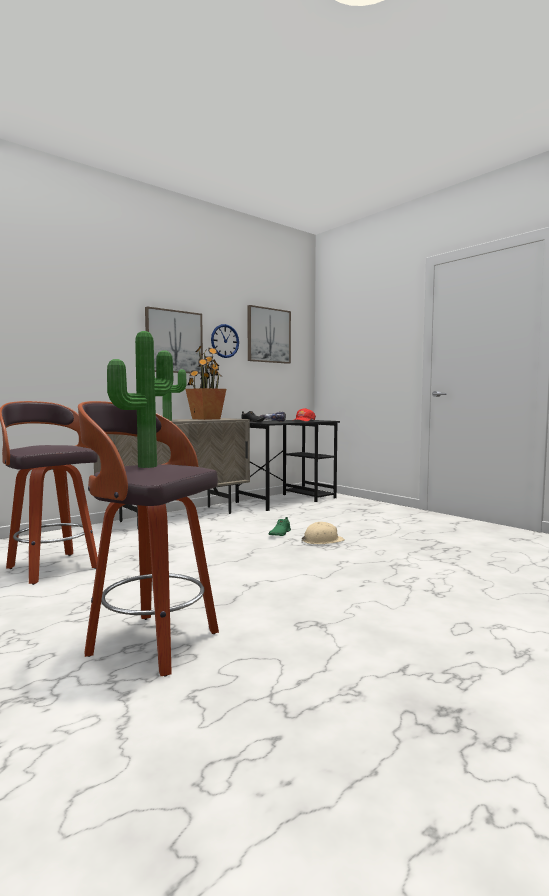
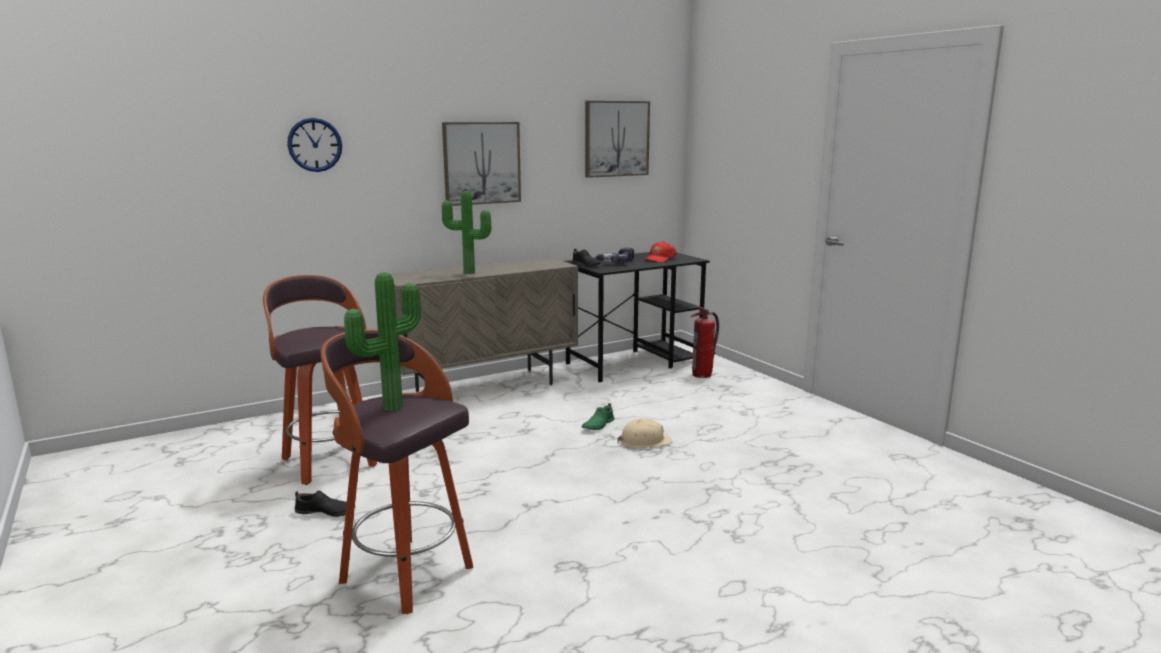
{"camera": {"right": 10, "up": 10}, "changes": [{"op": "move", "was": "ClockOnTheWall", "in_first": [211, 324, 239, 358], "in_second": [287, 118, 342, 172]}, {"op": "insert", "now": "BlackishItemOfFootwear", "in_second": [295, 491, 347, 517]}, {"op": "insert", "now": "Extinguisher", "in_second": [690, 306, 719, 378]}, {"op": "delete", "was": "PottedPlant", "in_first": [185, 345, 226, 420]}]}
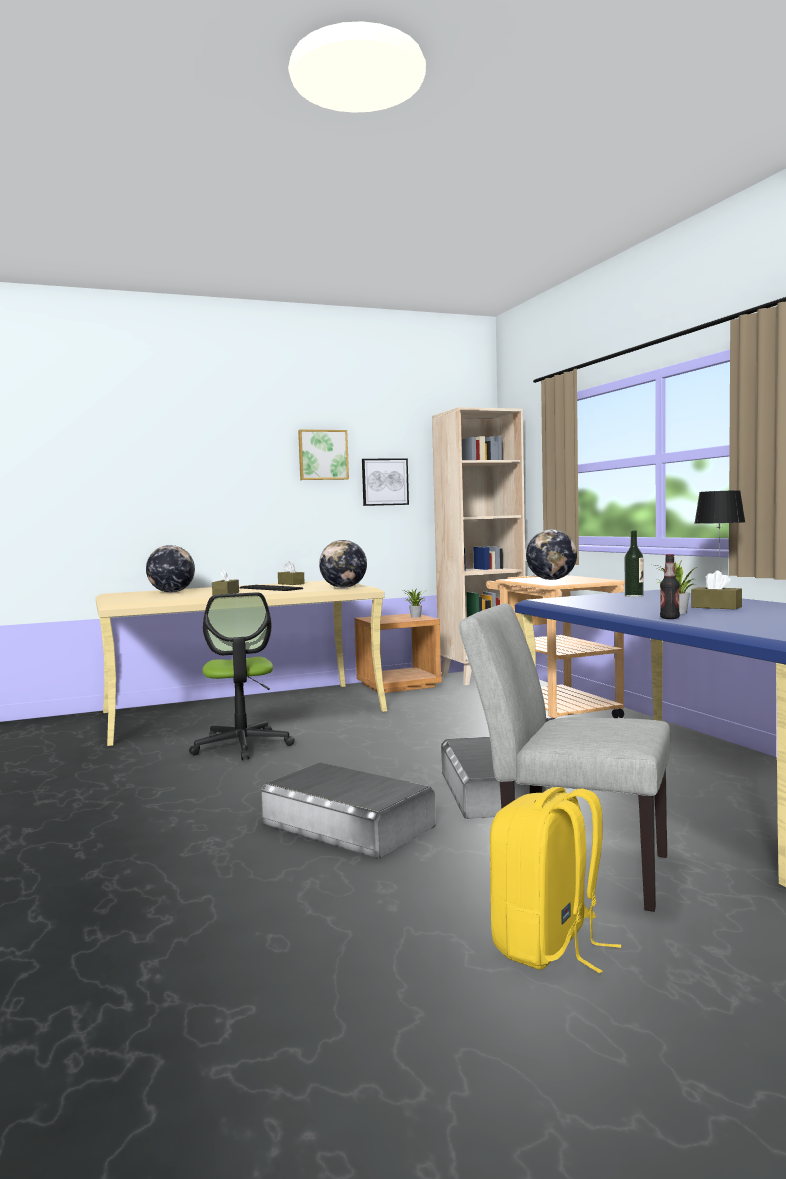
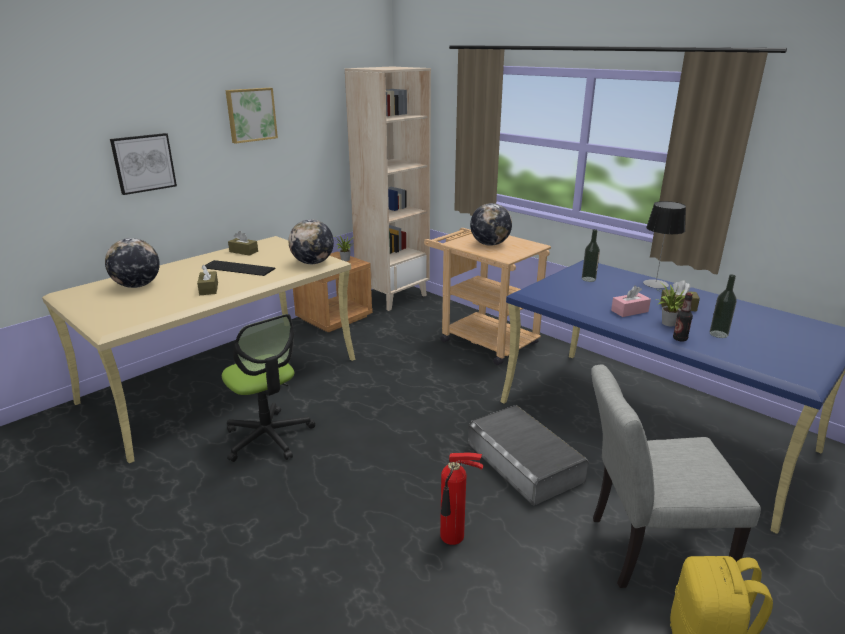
{"camera": {"right": -25, "up": 20}, "changes": [{"op": "move", "was": "Picture", "in_first": [362, 459, 409, 506], "in_second": [110, 133, 177, 195]}, {"op": "replace", "was": "GrayStorageBox", "now": "Extinguisher", "in_first": [261, 763, 436, 859], "in_second": [440, 453, 483, 545]}, {"op": "insert", "now": "PinkTissueBox", "in_second": [611, 286, 651, 317]}, {"op": "insert", "now": "DrinkBottle", "in_second": [710, 274, 737, 338]}]}
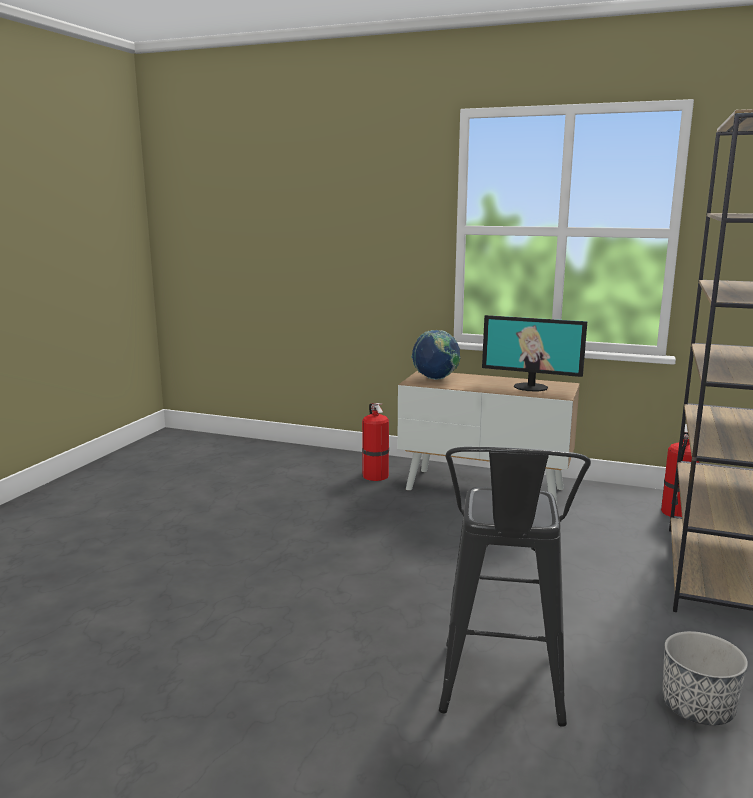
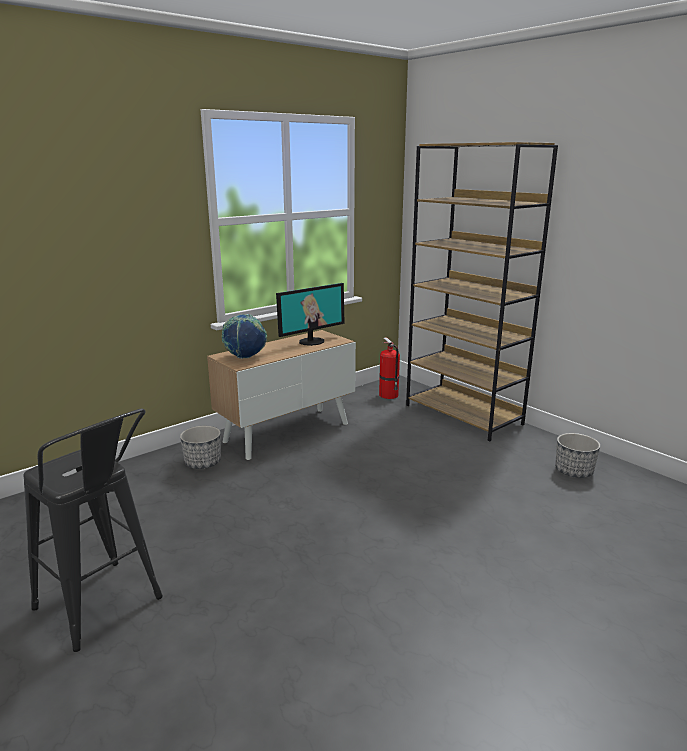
{"camera": {"right": -60, "up": 5}, "changes": [{"op": "move", "was": "BlackishStool", "in_first": [439, 447, 591, 727], "in_second": [23, 409, 163, 652]}, {"op": "replace", "was": "Extinguisher", "now": "FlowerPot", "in_first": [362, 403, 389, 481], "in_second": [180, 426, 221, 469]}]}
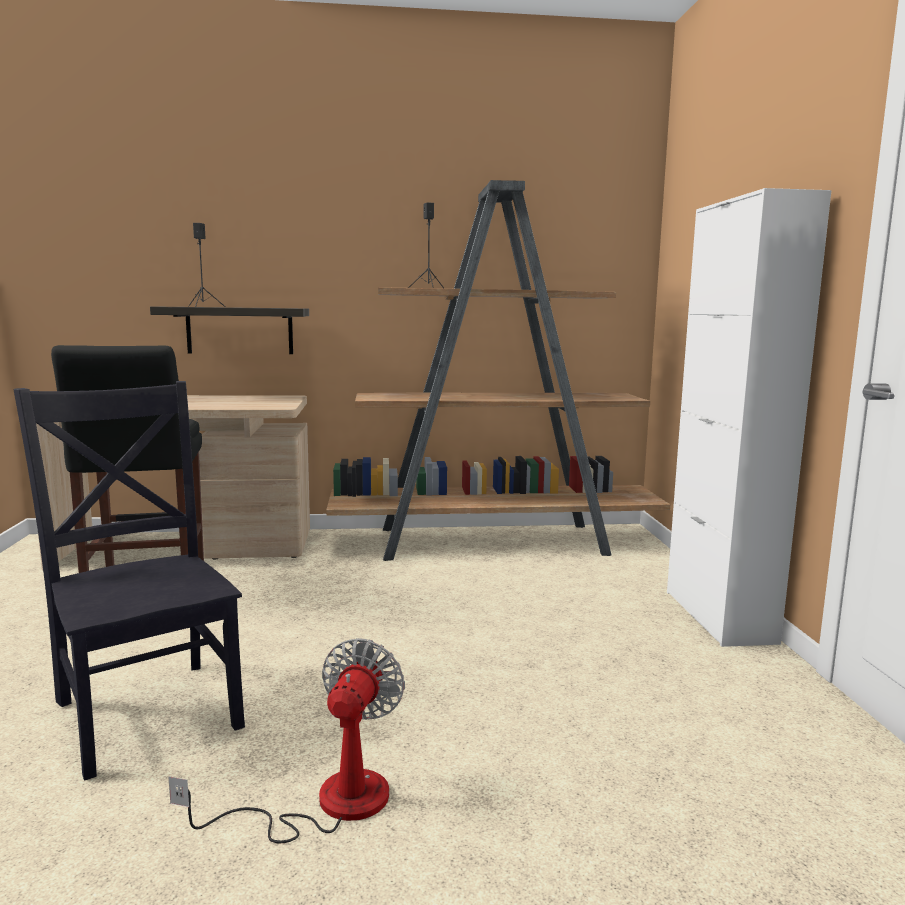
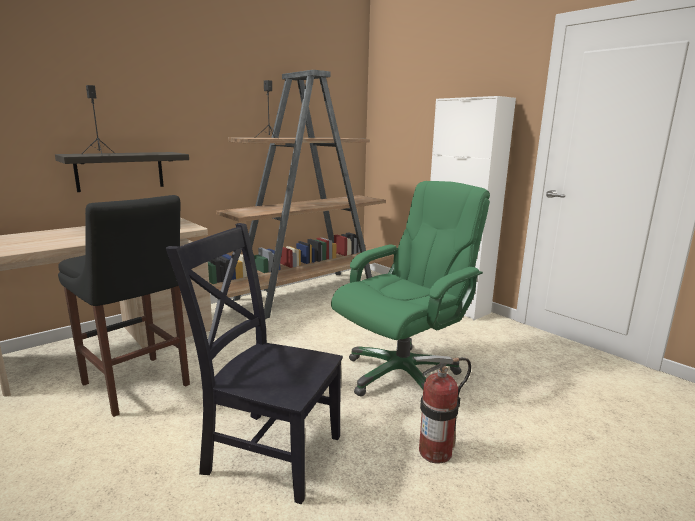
{"camera": {"right": -35, "up": 5}, "changes": [{"op": "insert", "now": "GreenDeskChair", "in_second": [331, 181, 490, 397]}, {"op": "replace", "was": "CoolingFan", "now": "Extinguisher", "in_first": [168, 638, 405, 844], "in_second": [413, 355, 471, 464]}]}
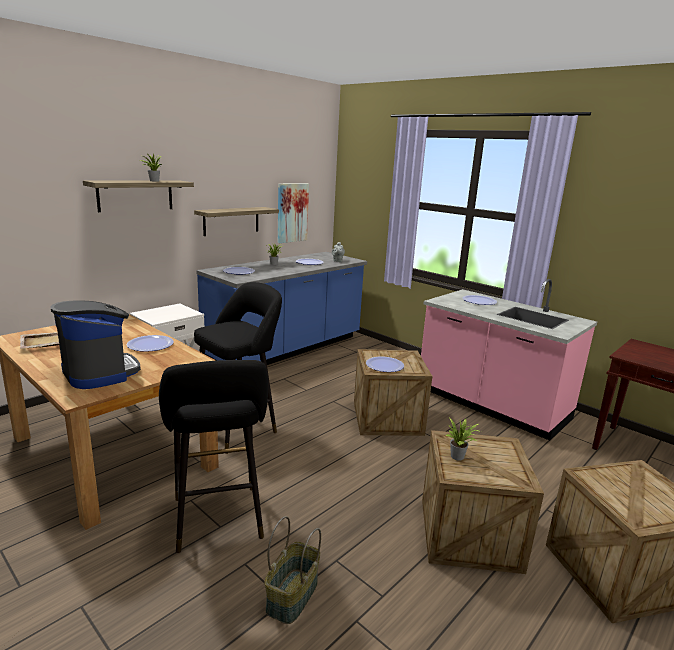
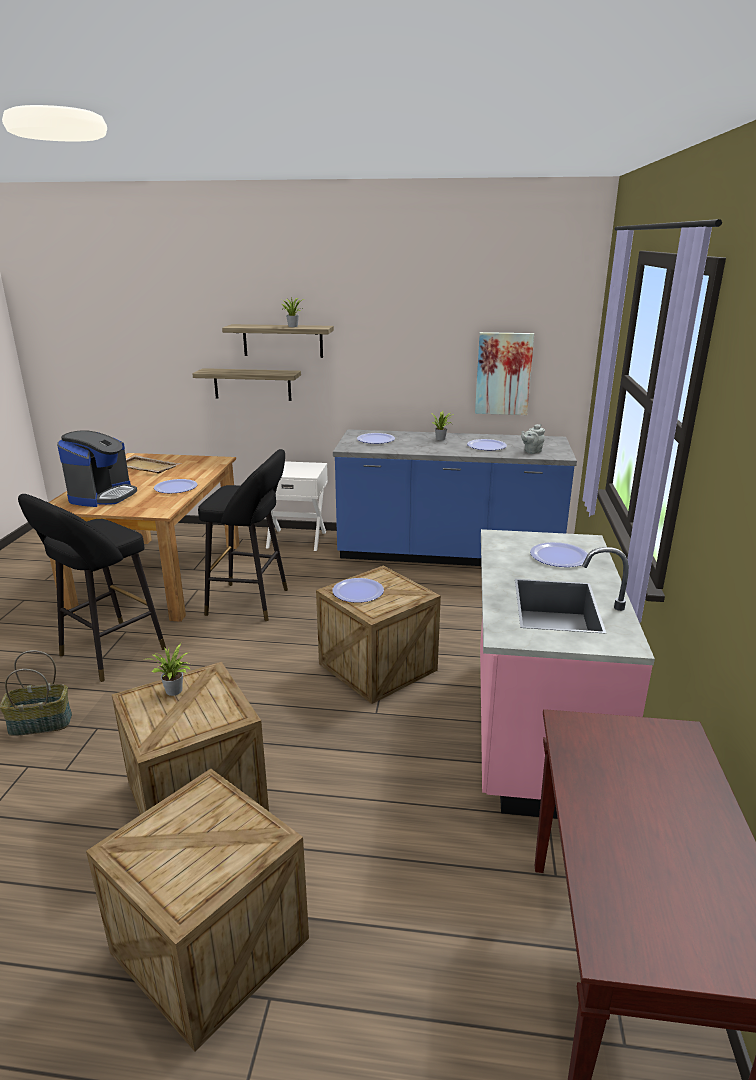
{"camera": {"right": 55, "up": 5}, "changes": [{"op": "move", "was": "WallShelf", "in_first": [194, 207, 279, 236], "in_second": [192, 368, 301, 401]}]}
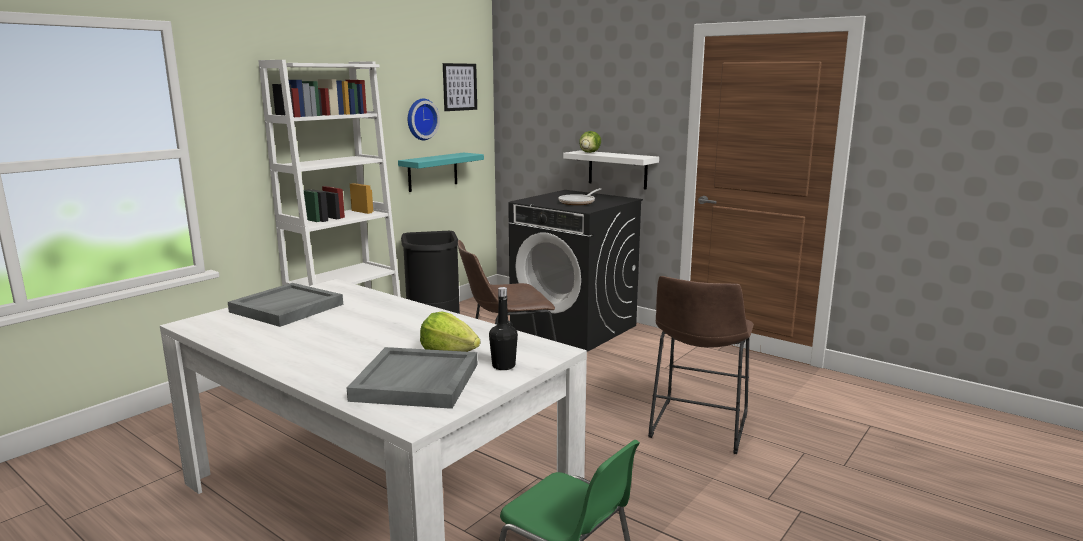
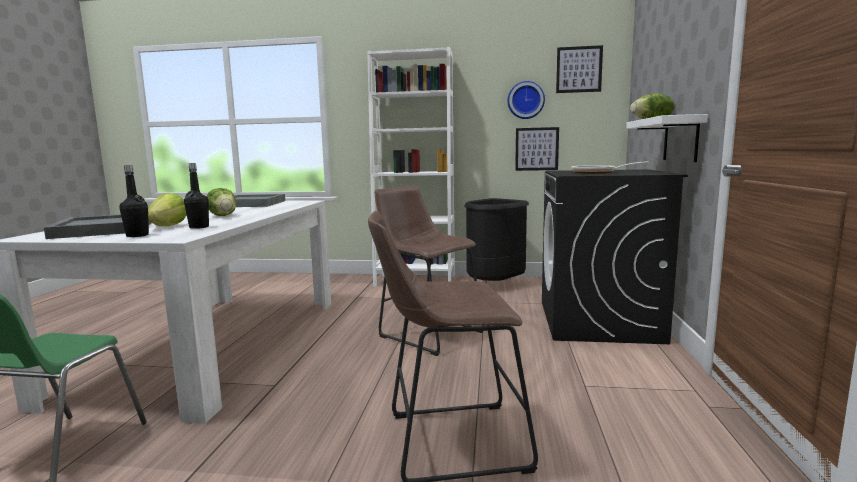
{"camera": {"right": 60, "up": -5}, "changes": [{"op": "insert", "now": "BlackishDrinkBottle", "in_second": [184, 163, 209, 229]}, {"op": "insert", "now": "LettuceHead", "in_second": [207, 188, 236, 216]}, {"op": "replace", "was": "TurquoiseWallShelf", "now": "Picture", "in_first": [398, 153, 484, 192], "in_second": [515, 127, 559, 171]}]}
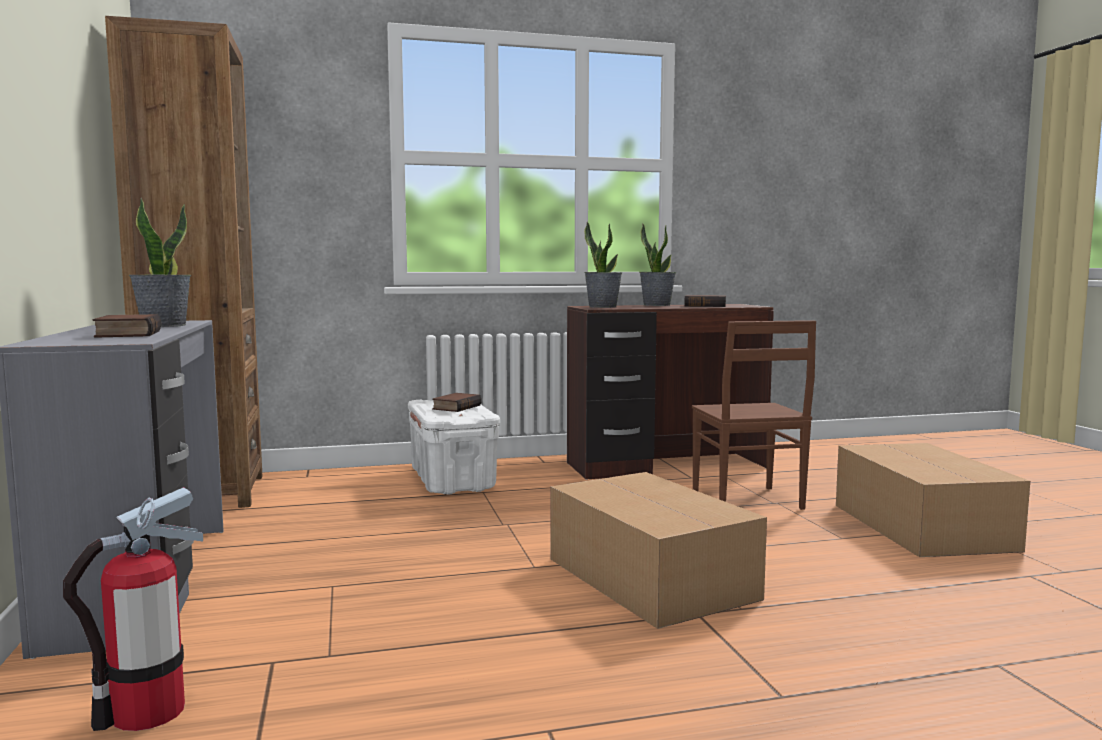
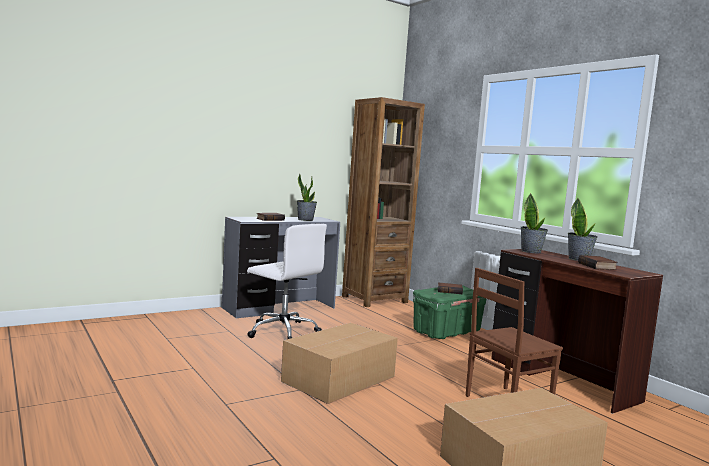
{"camera": {"right": 70, "up": 0}, "changes": [{"op": "insert", "now": "WhiteDeskChair", "in_second": [247, 223, 327, 339]}, {"op": "recolor", "was": "WhiteStorageBox", "now": "GreenStorageBox", "in_first": [408, 399, 500, 495], "in_second": [413, 285, 486, 339]}, {"op": "delete", "was": "Extinguisher", "in_first": [63, 487, 203, 731]}]}
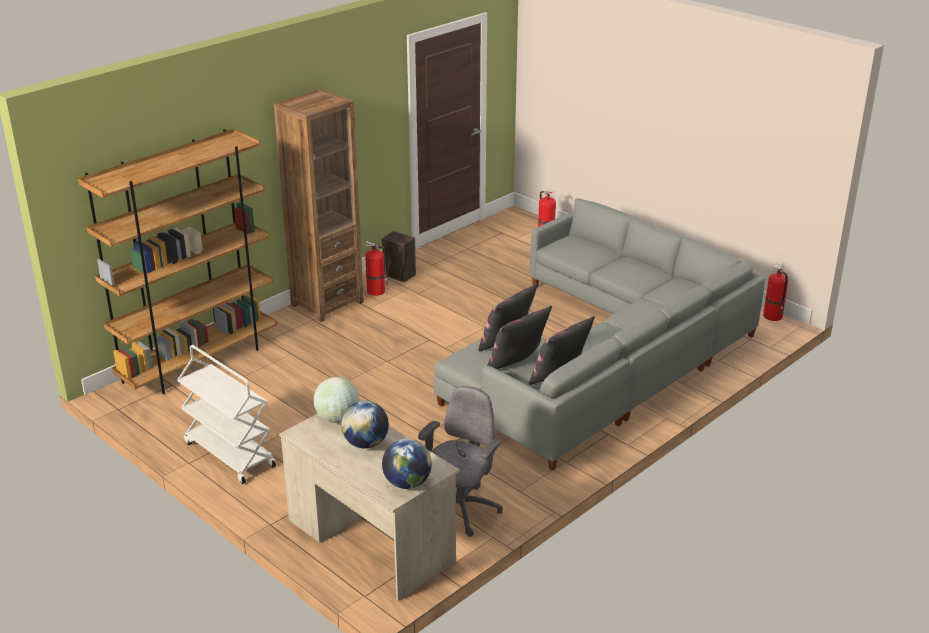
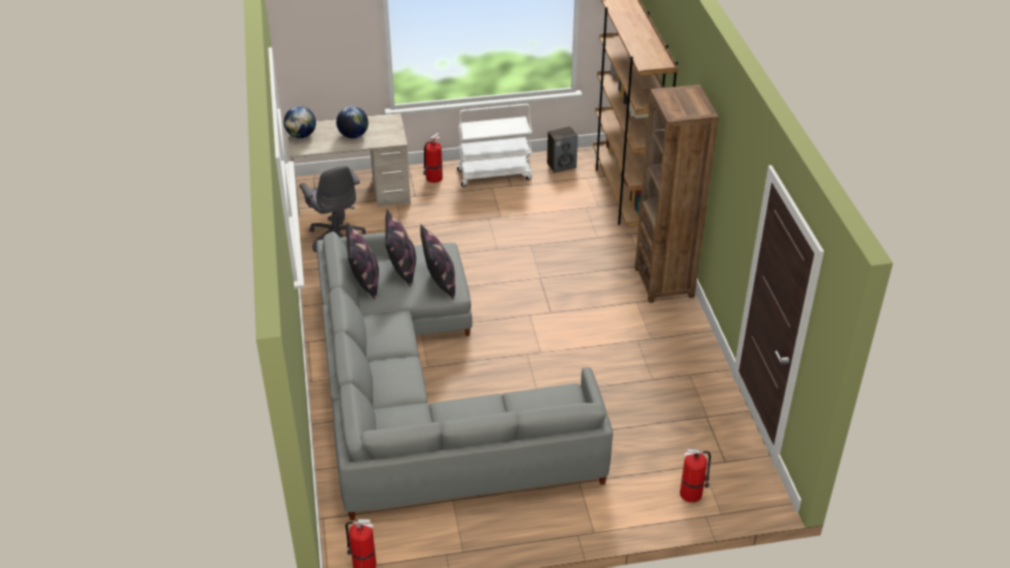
{"camera": {"right": 125, "up": 10}, "changes": [{"op": "move", "was": "Extinguisher", "in_first": [364, 241, 389, 296], "in_second": [423, 133, 443, 183]}, {"op": "move", "was": "Speaker", "in_first": [382, 231, 416, 282], "in_second": [547, 126, 578, 173]}, {"op": "delete", "was": "DeskGlobe", "in_first": [314, 377, 359, 423]}]}
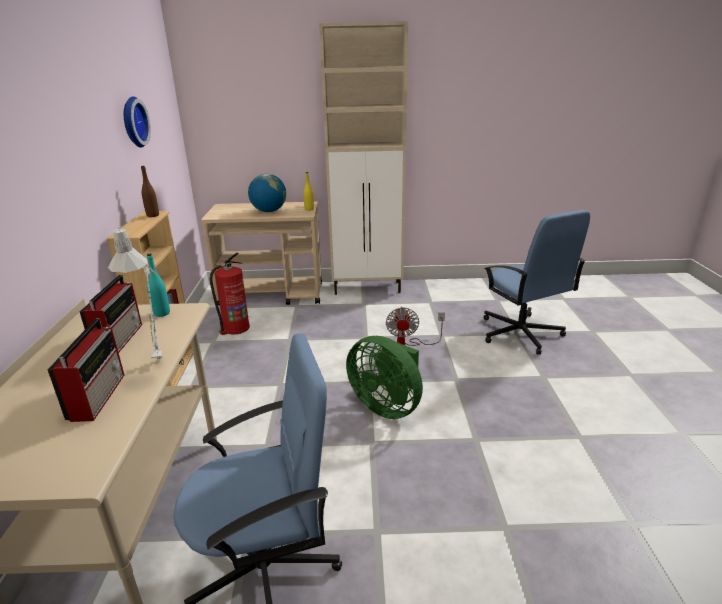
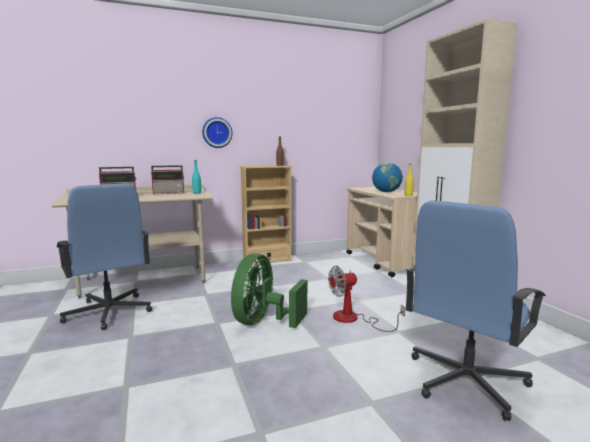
{"camera": {"right": 70, "up": -15}, "changes": [{"op": "move", "was": "ClockOnTheWall", "in_first": [124, 96, 151, 148], "in_second": [202, 117, 232, 148]}, {"op": "delete", "was": "GrayLampForATable", "in_first": [108, 227, 162, 363]}, {"op": "delete", "was": "Extinguisher", "in_first": [210, 253, 250, 335]}]}
